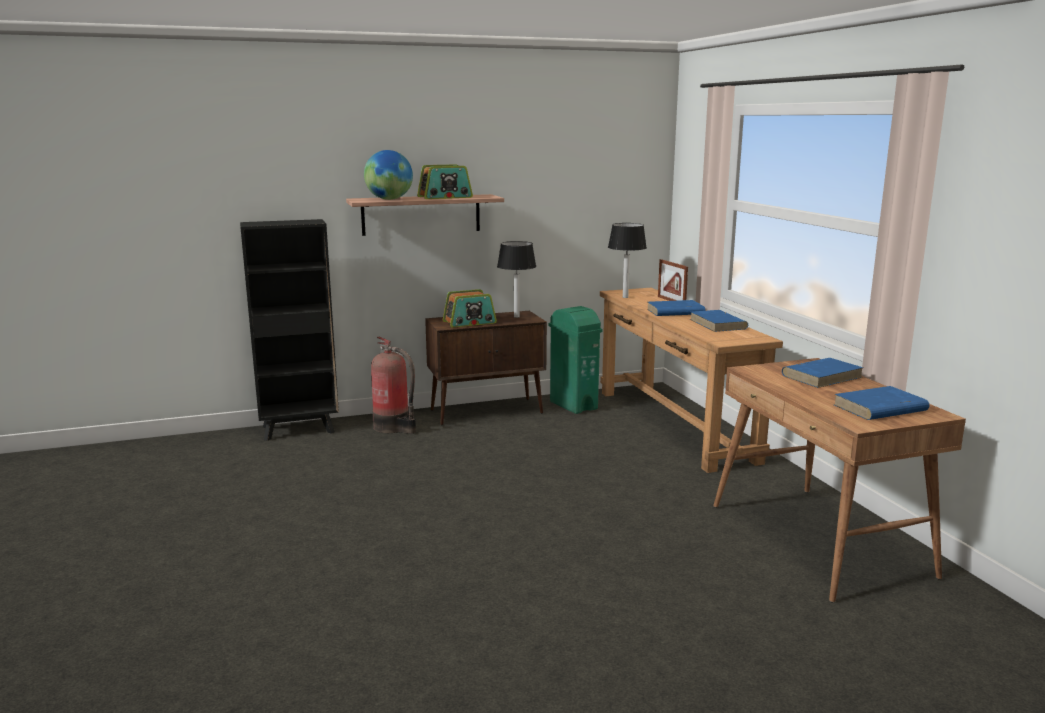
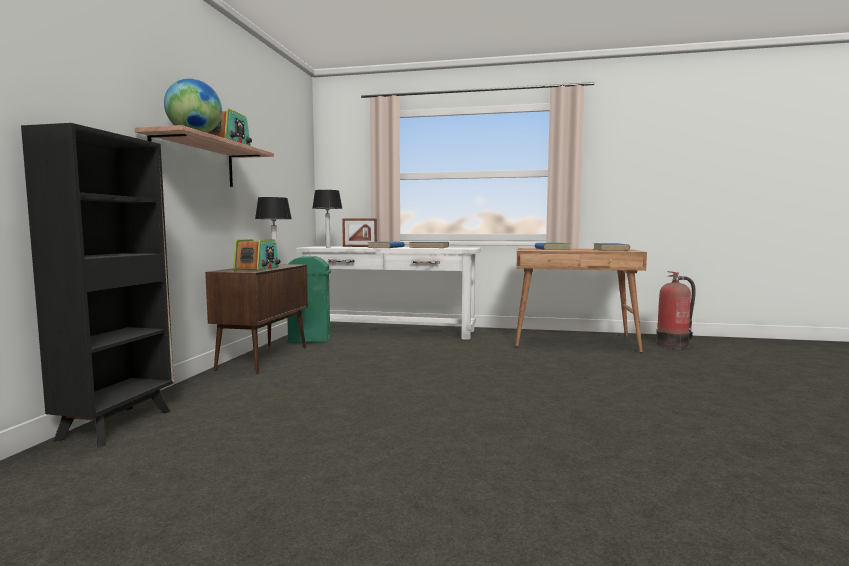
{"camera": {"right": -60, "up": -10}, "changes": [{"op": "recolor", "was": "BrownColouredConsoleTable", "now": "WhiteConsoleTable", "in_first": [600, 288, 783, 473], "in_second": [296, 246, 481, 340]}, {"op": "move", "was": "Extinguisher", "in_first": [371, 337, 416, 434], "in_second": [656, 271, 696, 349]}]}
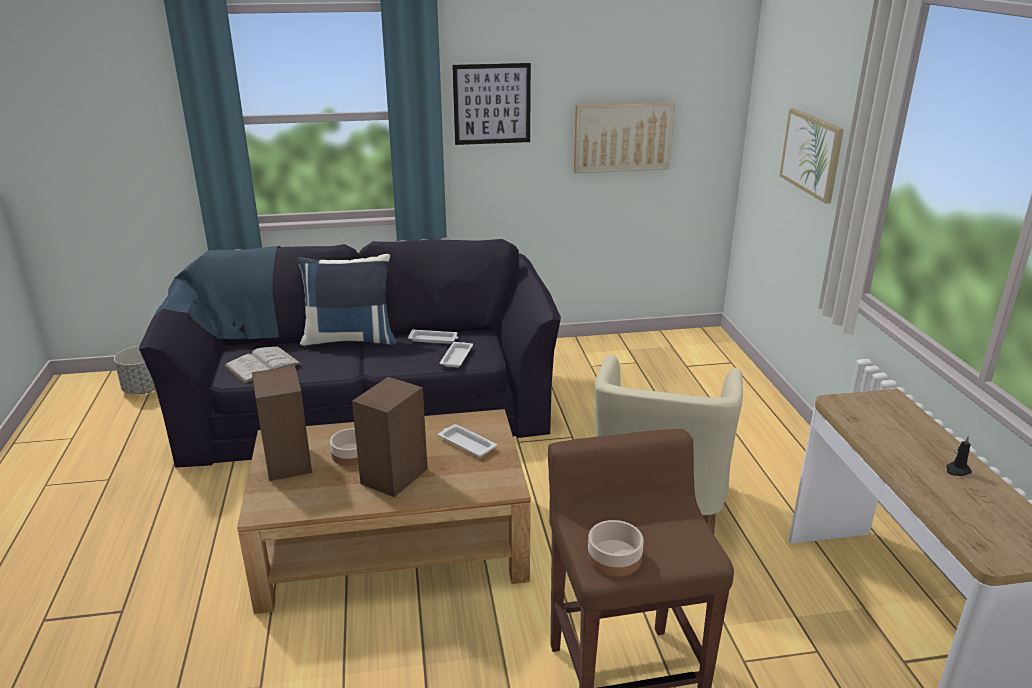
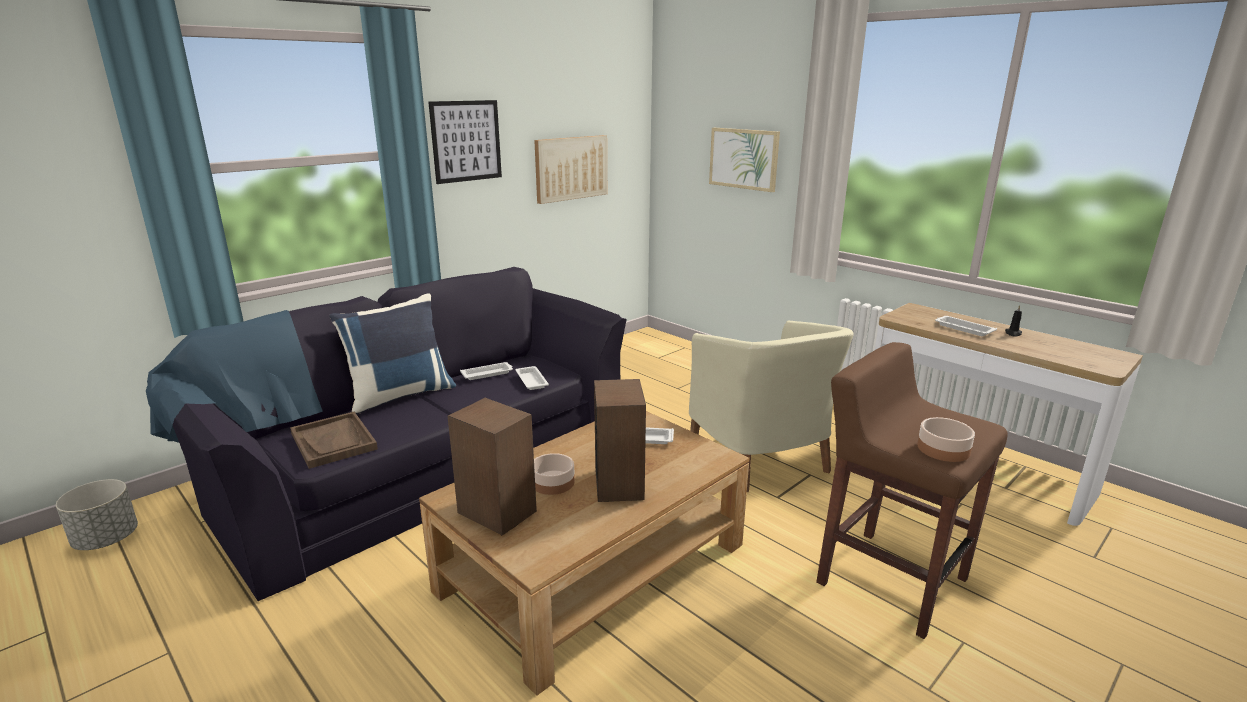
{"camera": {"right": -35, "up": -5}, "changes": [{"op": "replace", "was": "WhiteVolume", "now": "BrownColouredTray", "in_first": [224, 346, 301, 383], "in_second": [290, 412, 378, 469]}, {"op": "insert", "now": "WhiteTray", "in_second": [935, 316, 997, 336]}]}
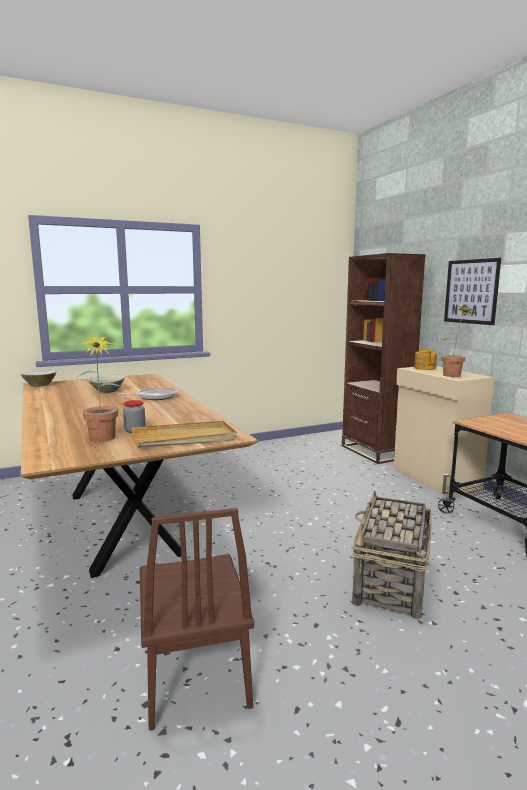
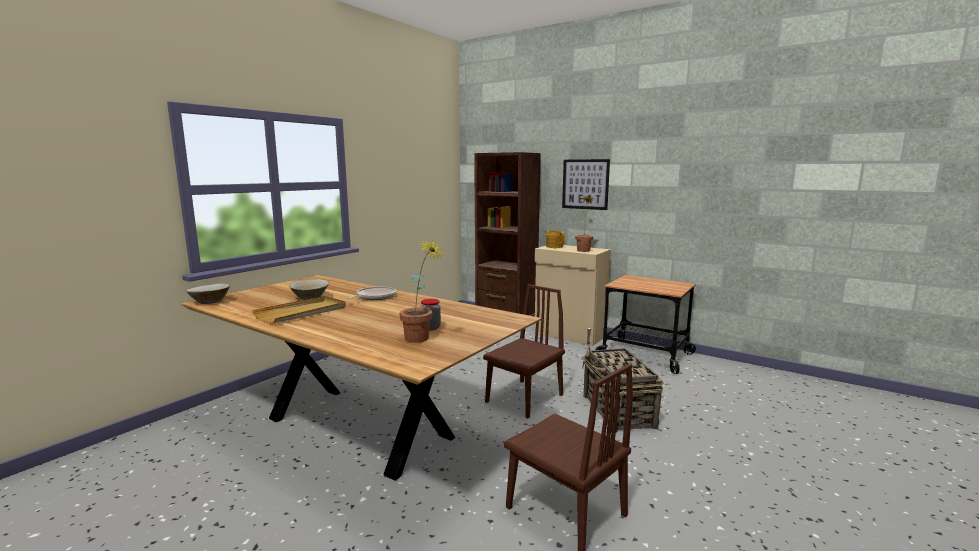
{"camera": {"right": -30, "up": 0}, "changes": [{"op": "move", "was": "SandColouredTray", "in_first": [132, 421, 237, 448], "in_second": [252, 296, 346, 324]}, {"op": "insert", "now": "BrownColouredUprightChair", "in_second": [483, 284, 565, 419]}]}
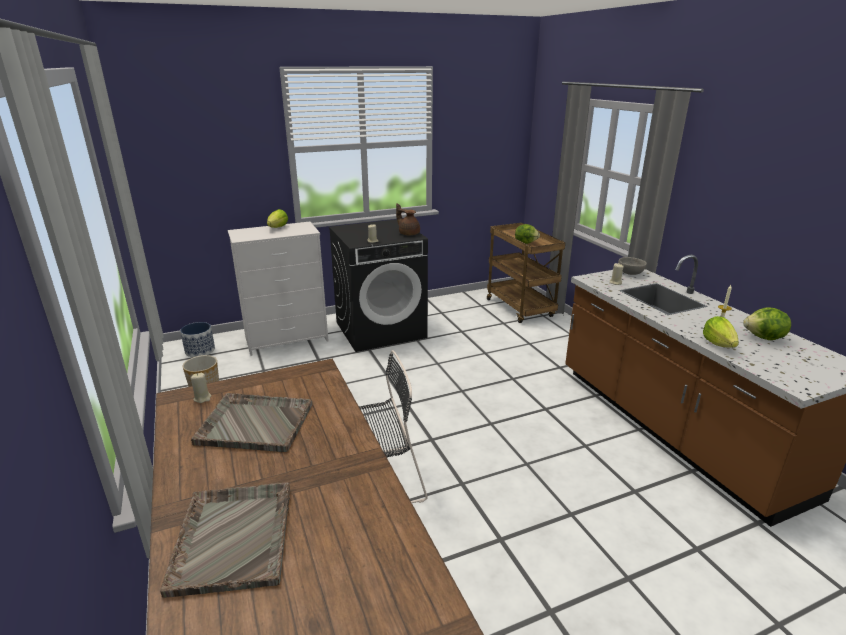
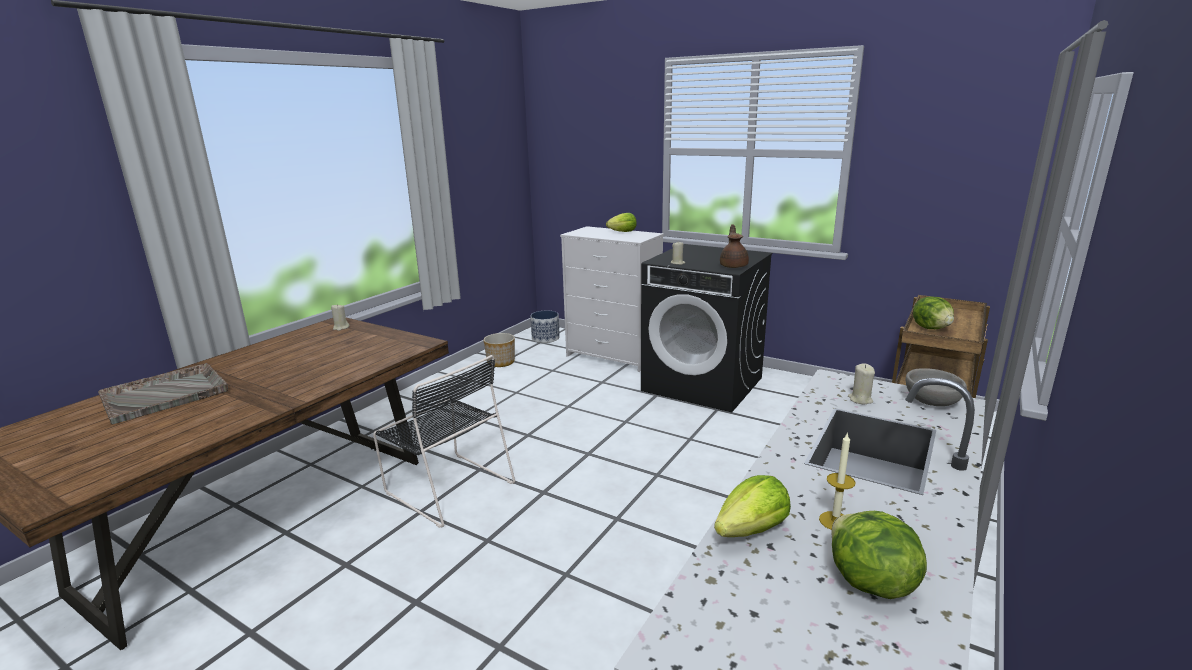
{"camera": {"right": 55, "up": -5}, "changes": [{"op": "delete", "was": "GrayTray", "in_first": [191, 393, 312, 452]}]}
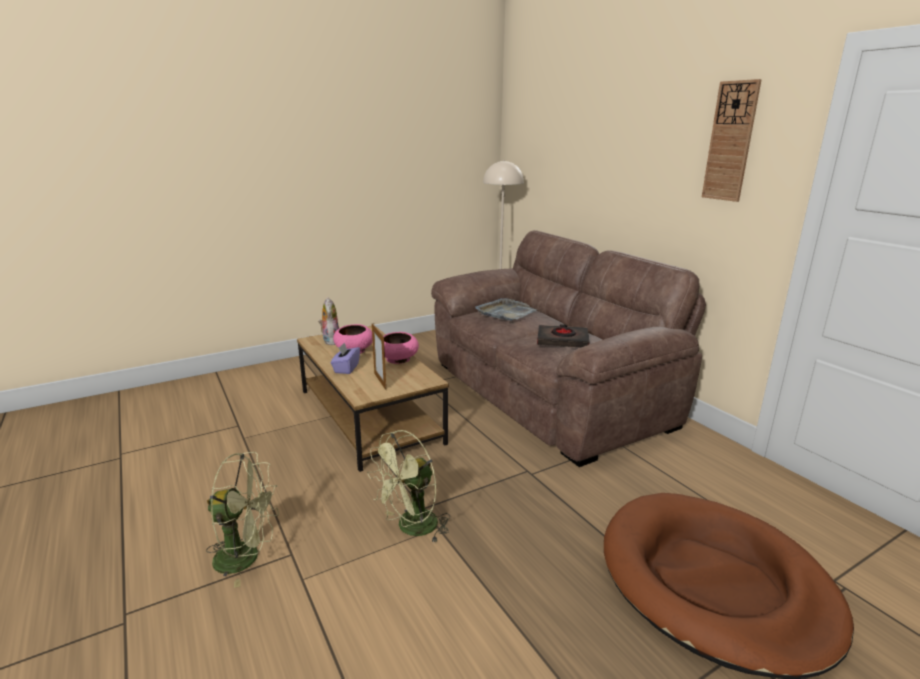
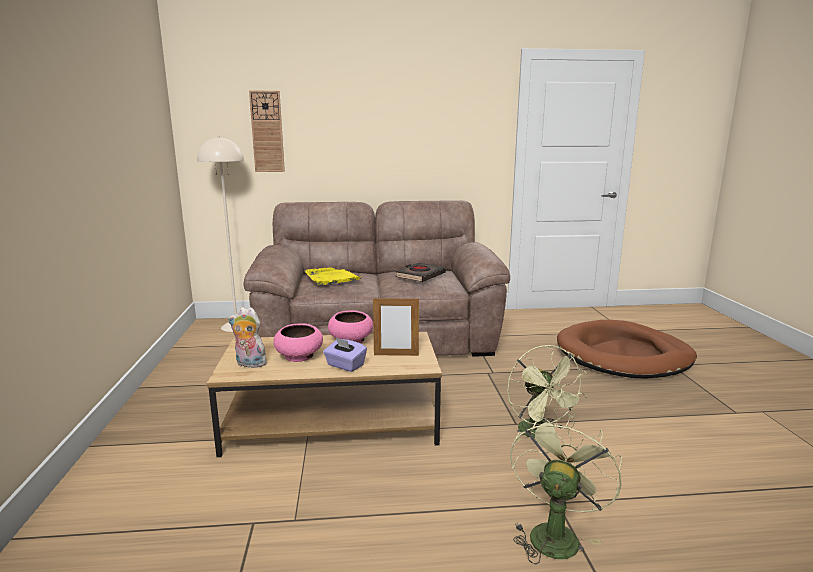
{"camera": {"right": -65, "up": -5}, "changes": [{"op": "move", "was": "ClockOnTheWall", "in_first": [702, 79, 762, 202], "in_second": [249, 91, 285, 172]}, {"op": "recolor", "was": "GrayTray", "now": "YellowColouredTray", "in_first": [476, 298, 537, 321], "in_second": [305, 267, 361, 285]}]}
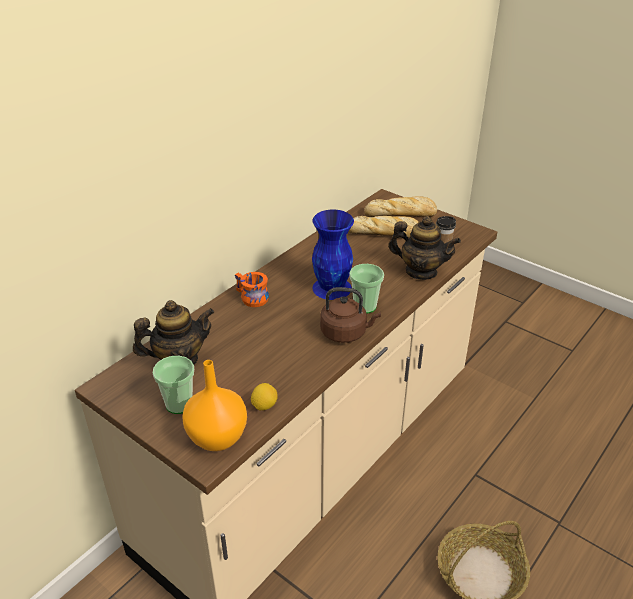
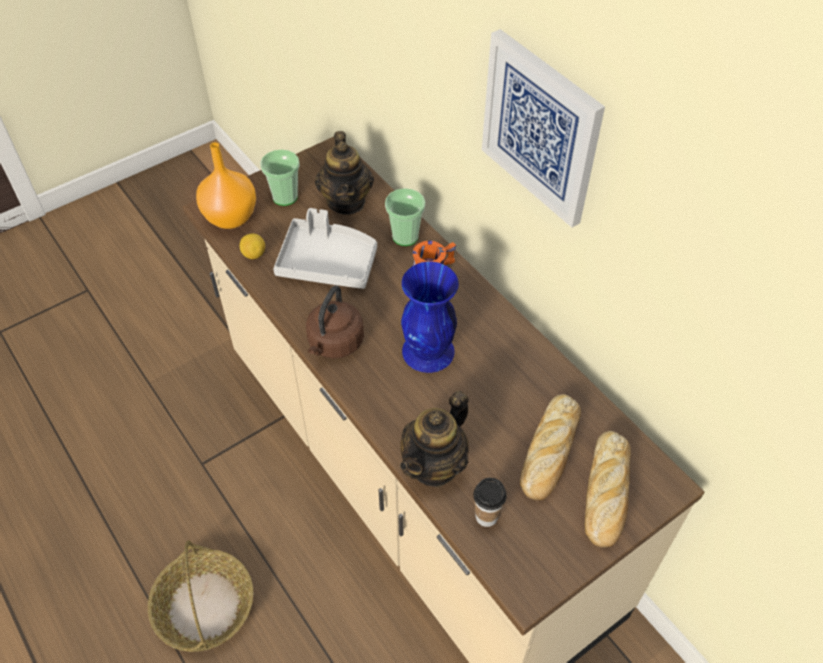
{"camera": {"right": 105, "up": 15}, "changes": [{"op": "insert", "now": "GrayTray", "in_second": [273, 208, 377, 289]}, {"op": "move", "was": "SmallCup", "in_first": [349, 264, 384, 314], "in_second": [385, 188, 425, 246]}, {"op": "insert", "now": "Picture", "in_second": [482, 29, 605, 228]}]}
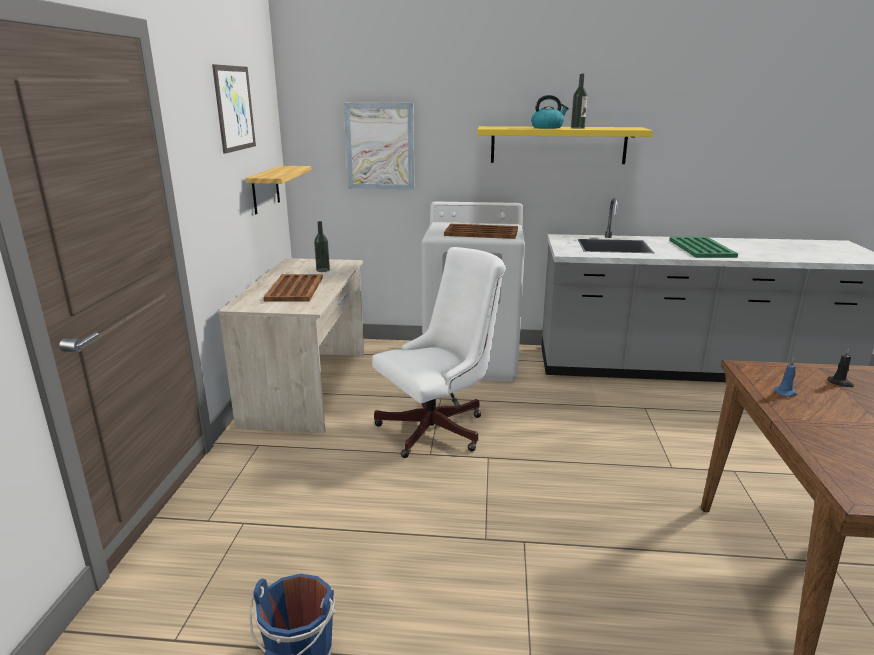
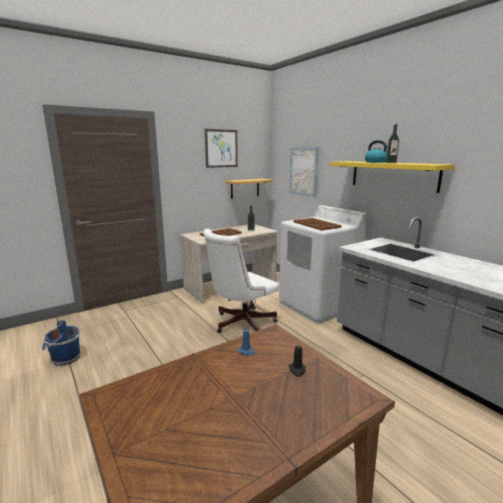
{"camera": {"right": 50, "up": -5}, "changes": [{"op": "rotate", "was": "WhiteDeskChair", "in_first": [372, 247, 506, 458], "in_second": [203, 229, 279, 333], "clockwise": 120}, {"op": "delete", "was": "GreenTray", "in_first": [669, 237, 738, 258]}]}
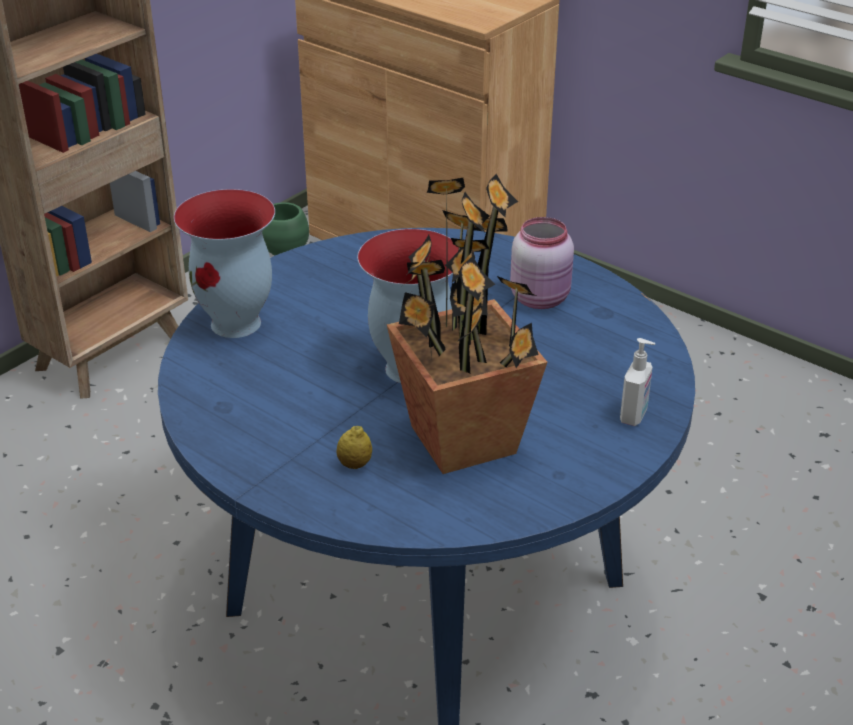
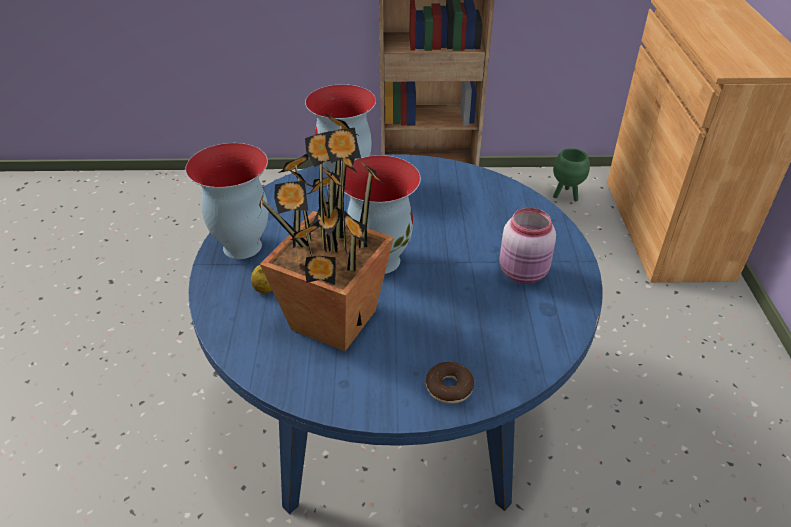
{"camera": {"right": 50, "up": 5}, "changes": [{"op": "insert", "now": "Vase", "in_second": [185, 143, 268, 259]}, {"op": "replace", "was": "SoapDispenser", "now": "RingDoughnut", "in_first": [620, 338, 655, 426], "in_second": [426, 362, 474, 404]}]}
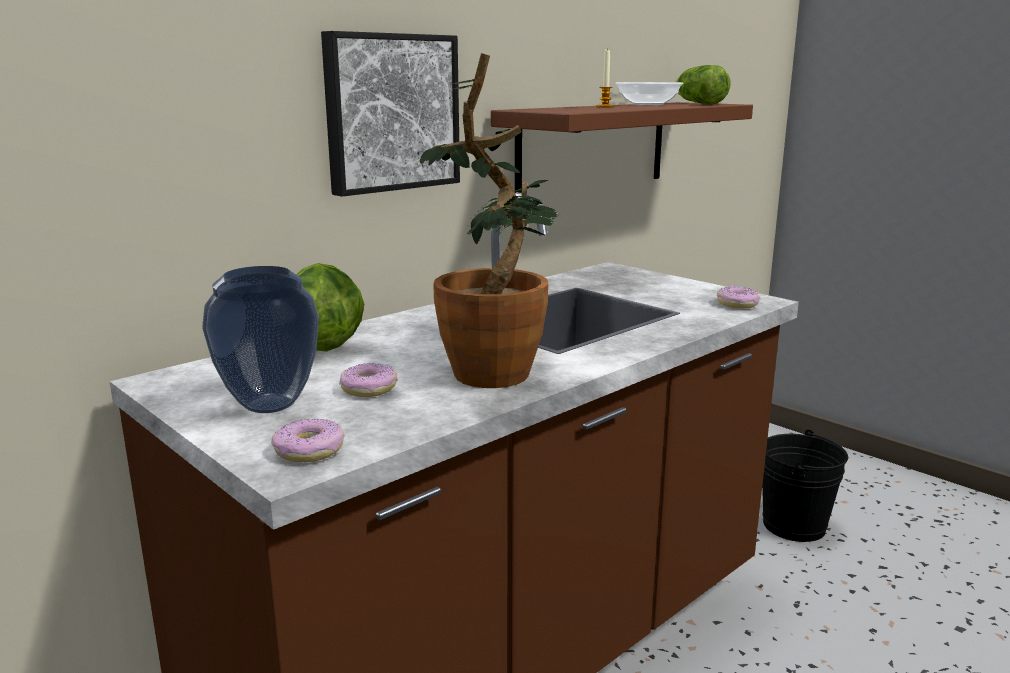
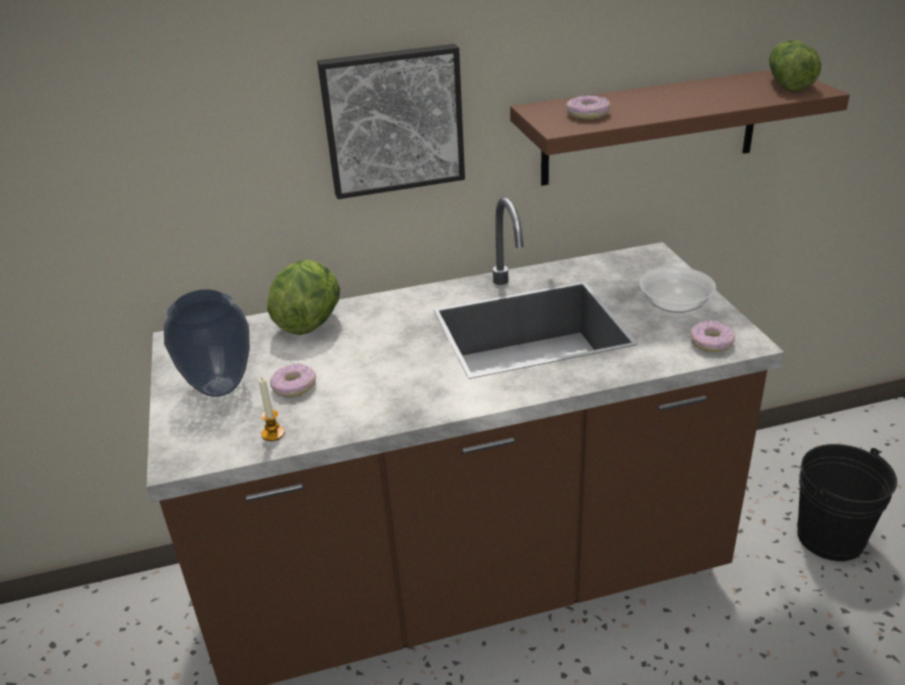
{"camera": {"right": 30, "up": 15}, "changes": [{"op": "move", "was": "Candle", "in_first": [596, 48, 615, 107], "in_second": [259, 378, 285, 441]}, {"op": "move", "was": "RingDoughnut", "in_first": [271, 419, 345, 462], "in_second": [566, 95, 611, 120]}, {"op": "move", "was": "Bowl", "in_first": [616, 82, 684, 105], "in_second": [639, 267, 716, 313]}, {"op": "delete", "was": "PottedPlant", "in_first": [420, 53, 558, 388]}]}
